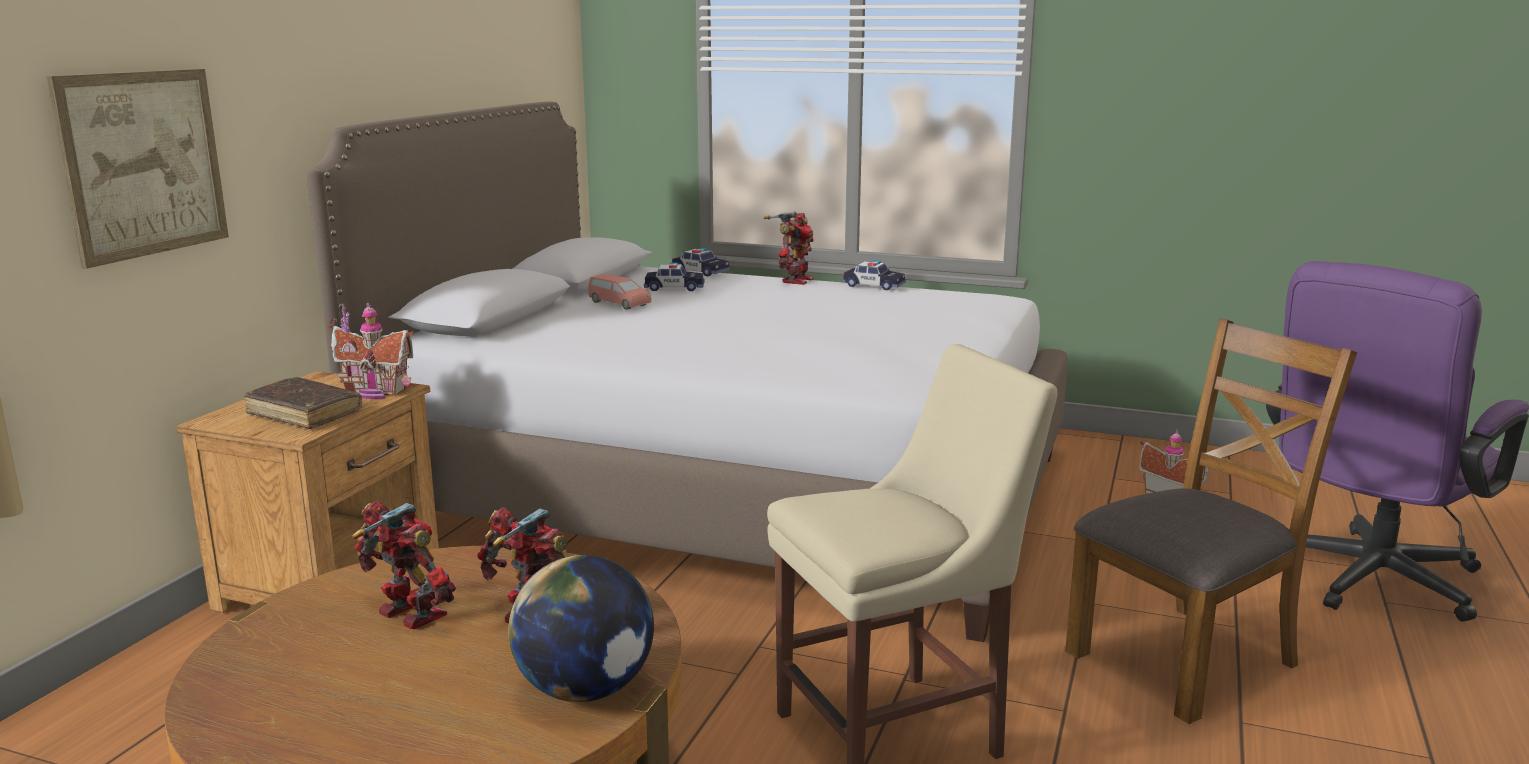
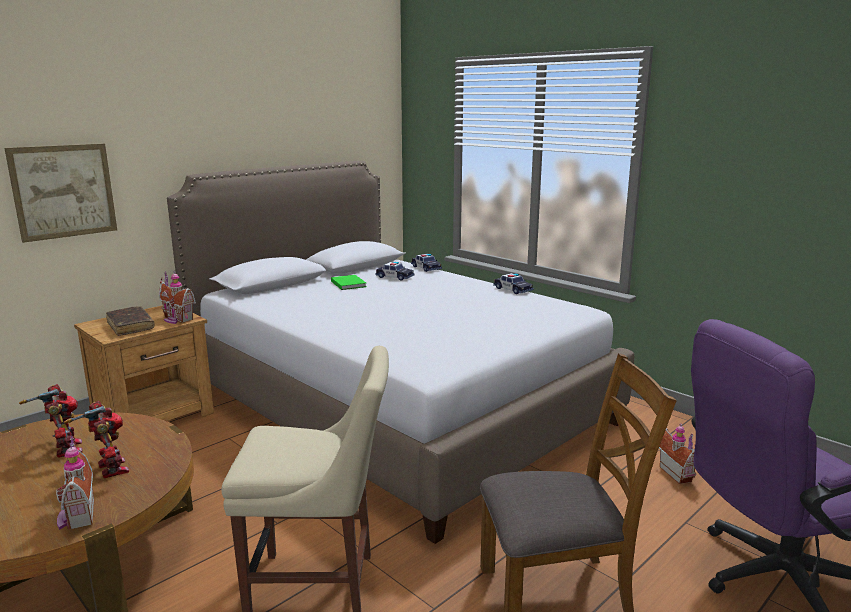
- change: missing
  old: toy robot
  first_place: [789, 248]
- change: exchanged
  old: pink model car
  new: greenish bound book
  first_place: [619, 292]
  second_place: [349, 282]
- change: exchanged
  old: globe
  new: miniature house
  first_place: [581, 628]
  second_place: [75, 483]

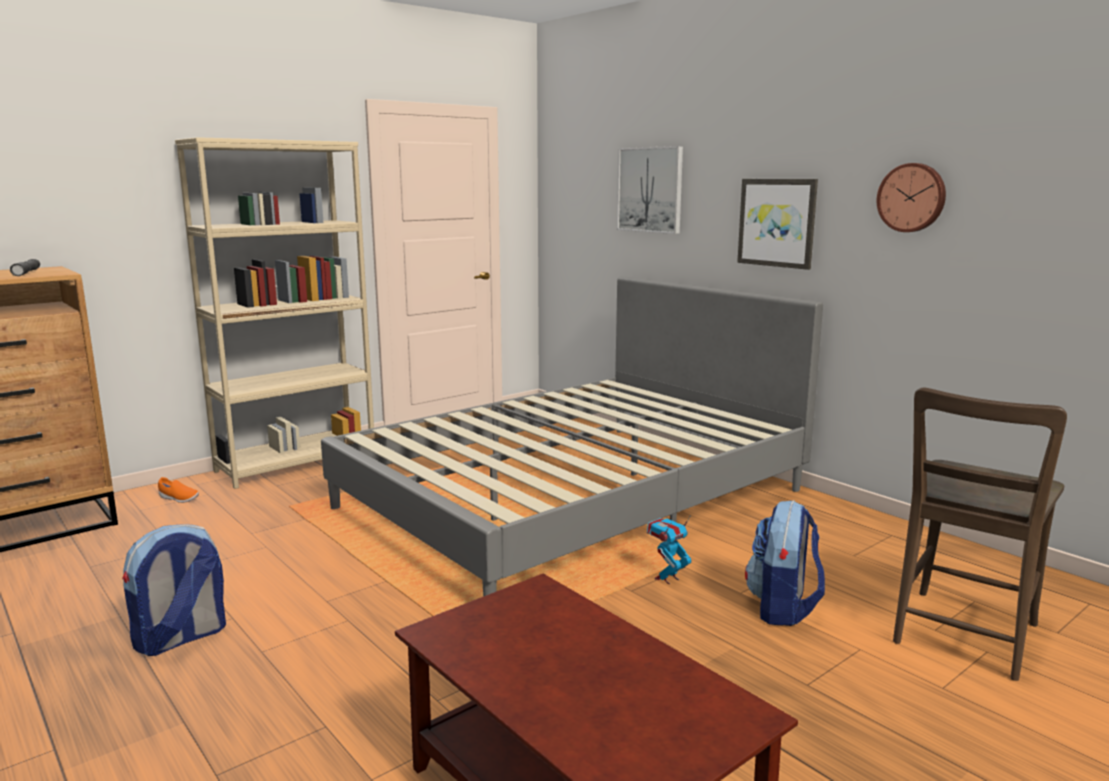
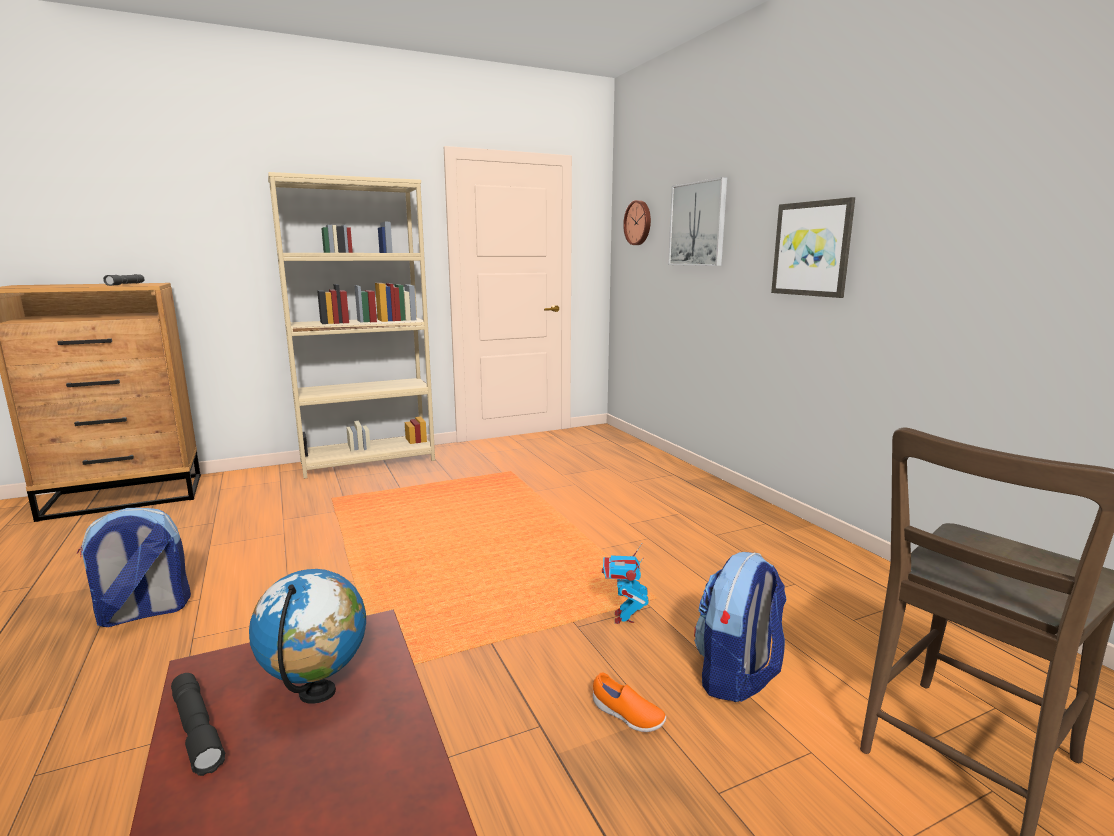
- change: relocated
  old: clock on the wall
  first_place: [911, 197]
  second_place: [637, 222]
- change: missing
  old: grey bedroom bed
  first_place: [572, 436]
- change: relocated
  old: orangey item of footwear
  first_place: [178, 490]
  second_place: [629, 702]
- change: spun
  old: toy robot
  first_place: [669, 549]
  second_place: [625, 583]
  degrees: -60
- change: appeared
  new: globe
  second_place: [307, 636]
- change: appeared
  new: black flashlight
  second_place: [198, 724]

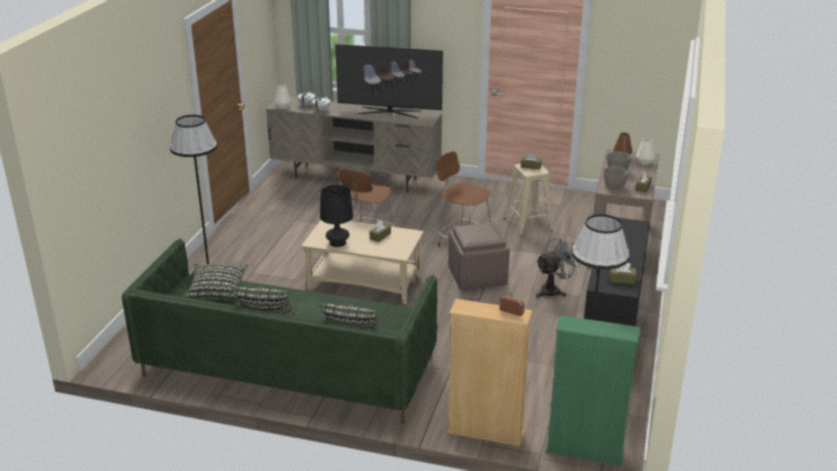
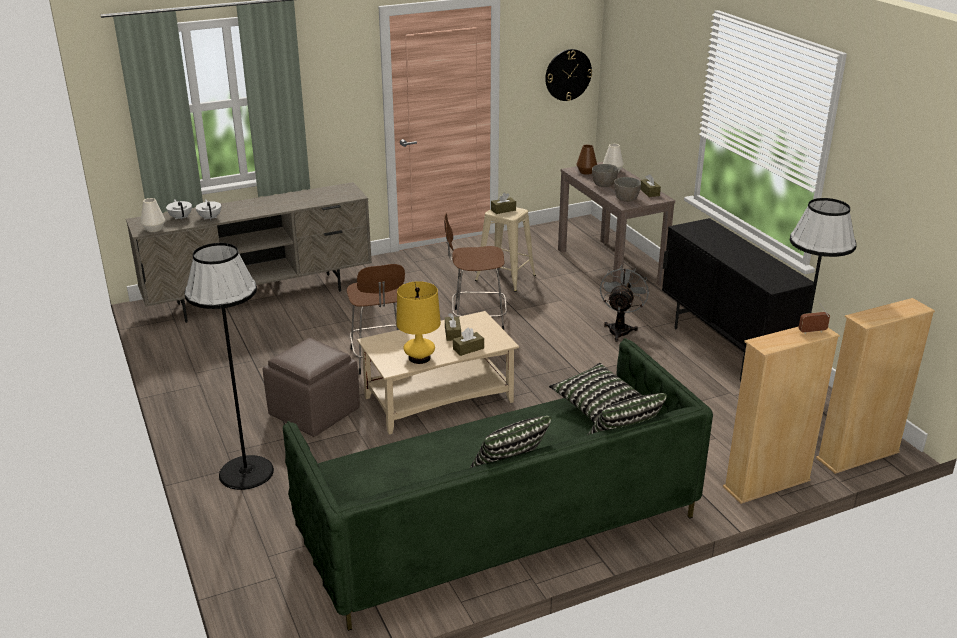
- change: missing
  old: TV
  first_place: [389, 81]
- change: colour
  old: black lamp for a table
  new: yellowish lamp for a table
  first_place: [336, 216]
  second_place: [418, 322]
- change: relocated
  old: brown-coloured ottoman
  first_place: [479, 256]
  second_place: [311, 387]
- change: relocated
  old: brown-coloured tissue holder
  first_place: [623, 273]
  second_place: [468, 341]
- change: relocated
  old: pillow
  first_place: [216, 282]
  second_place: [596, 393]
- change: colour
  old: greenish bookcase
  new: beige bookcase
  first_place: [593, 390]
  second_place: [875, 386]
- change: appeared
  new: clock on the wall
  second_place: [568, 75]

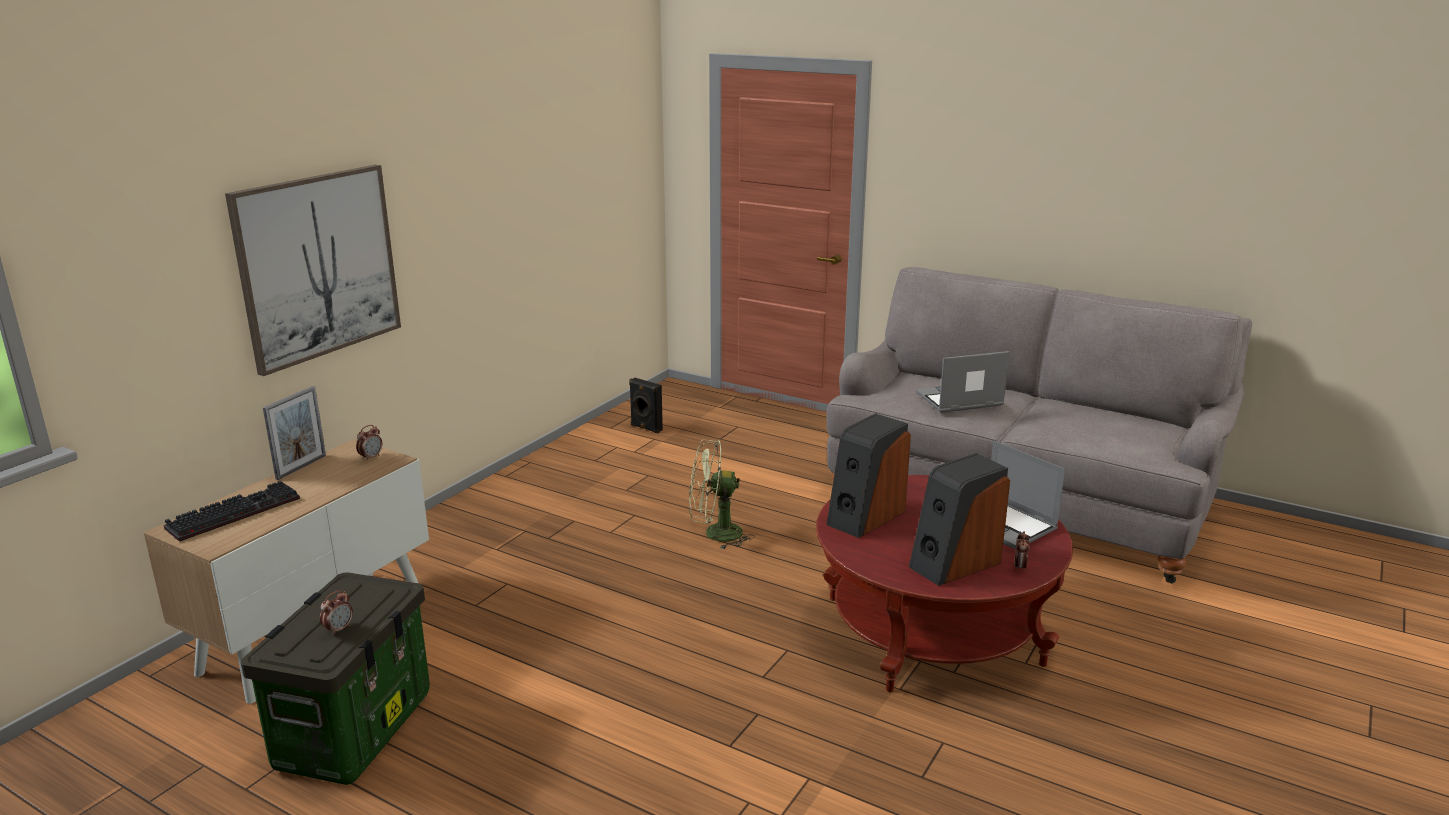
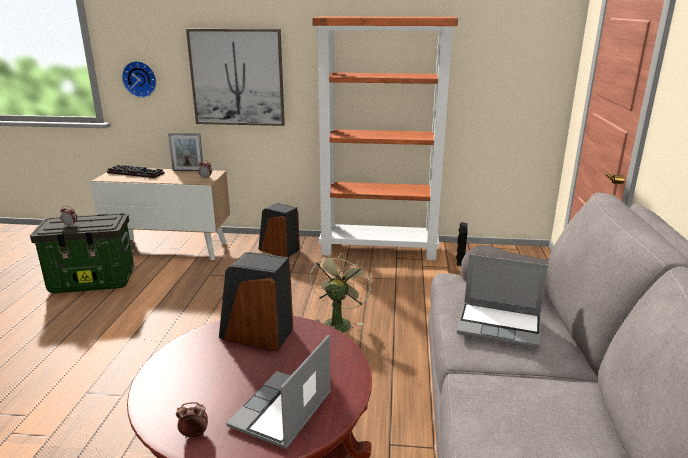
- change: spun
  old: laptop
  first_place: [962, 382]
  second_place: [502, 301]
  degrees: 150
- change: spun
  old: greenish fan
  first_place: [722, 494]
  second_place: [340, 292]
  degrees: 45
- change: relocated
  old: audio speaker
  first_place: [959, 519]
  second_place: [279, 230]
- change: appeared
  new: orangey bookcase
  second_place: [385, 138]
- change: appeared
  new: clock on the wall
  second_place: [139, 79]

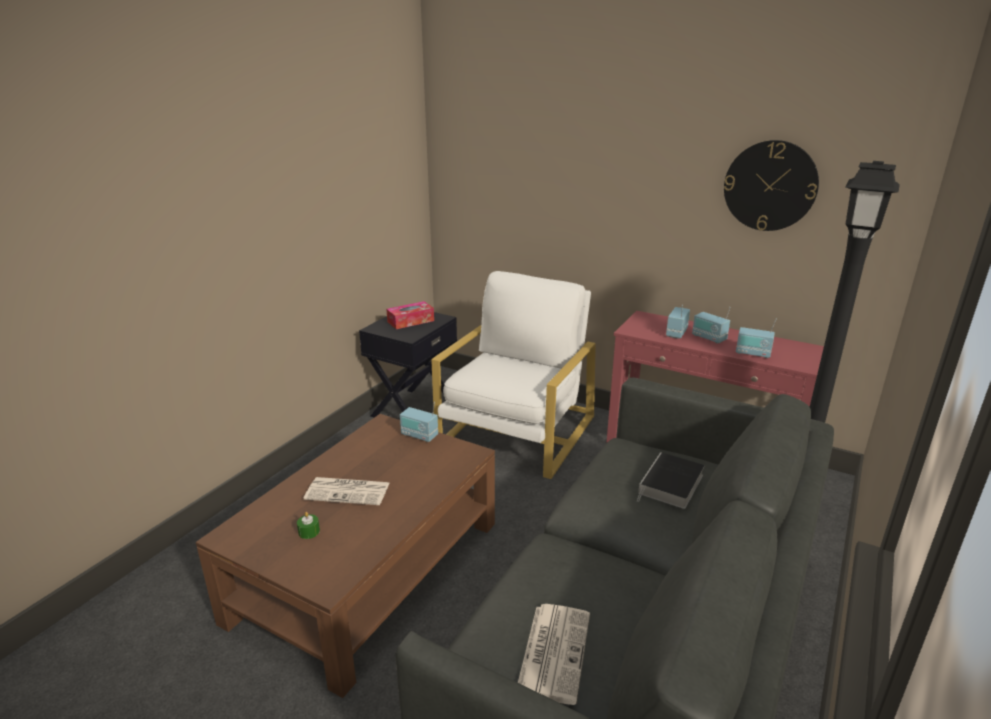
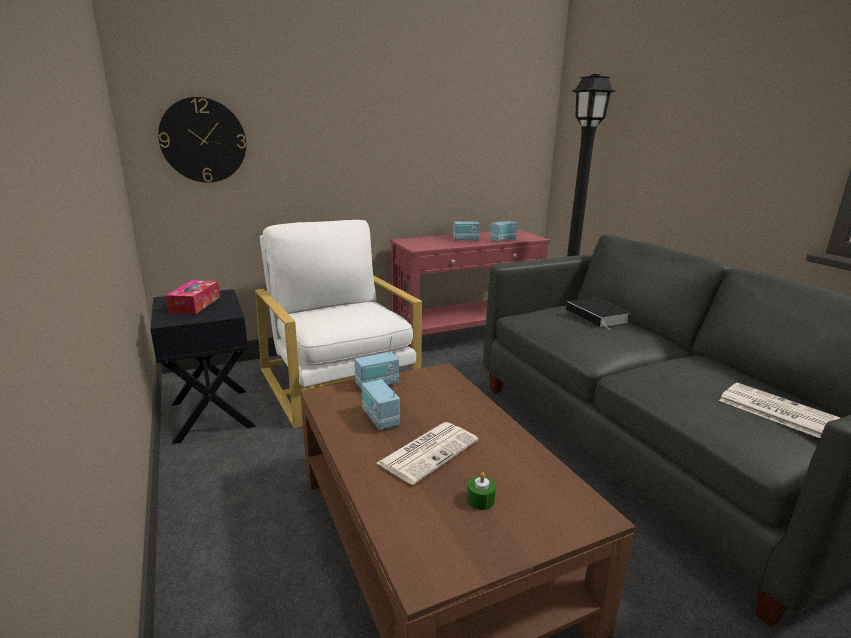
- change: relocated
  old: clock on the wall
  first_place: [771, 185]
  second_place: [202, 139]
- change: relocated
  old: radio receiver
  first_place: [678, 322]
  second_place: [381, 404]

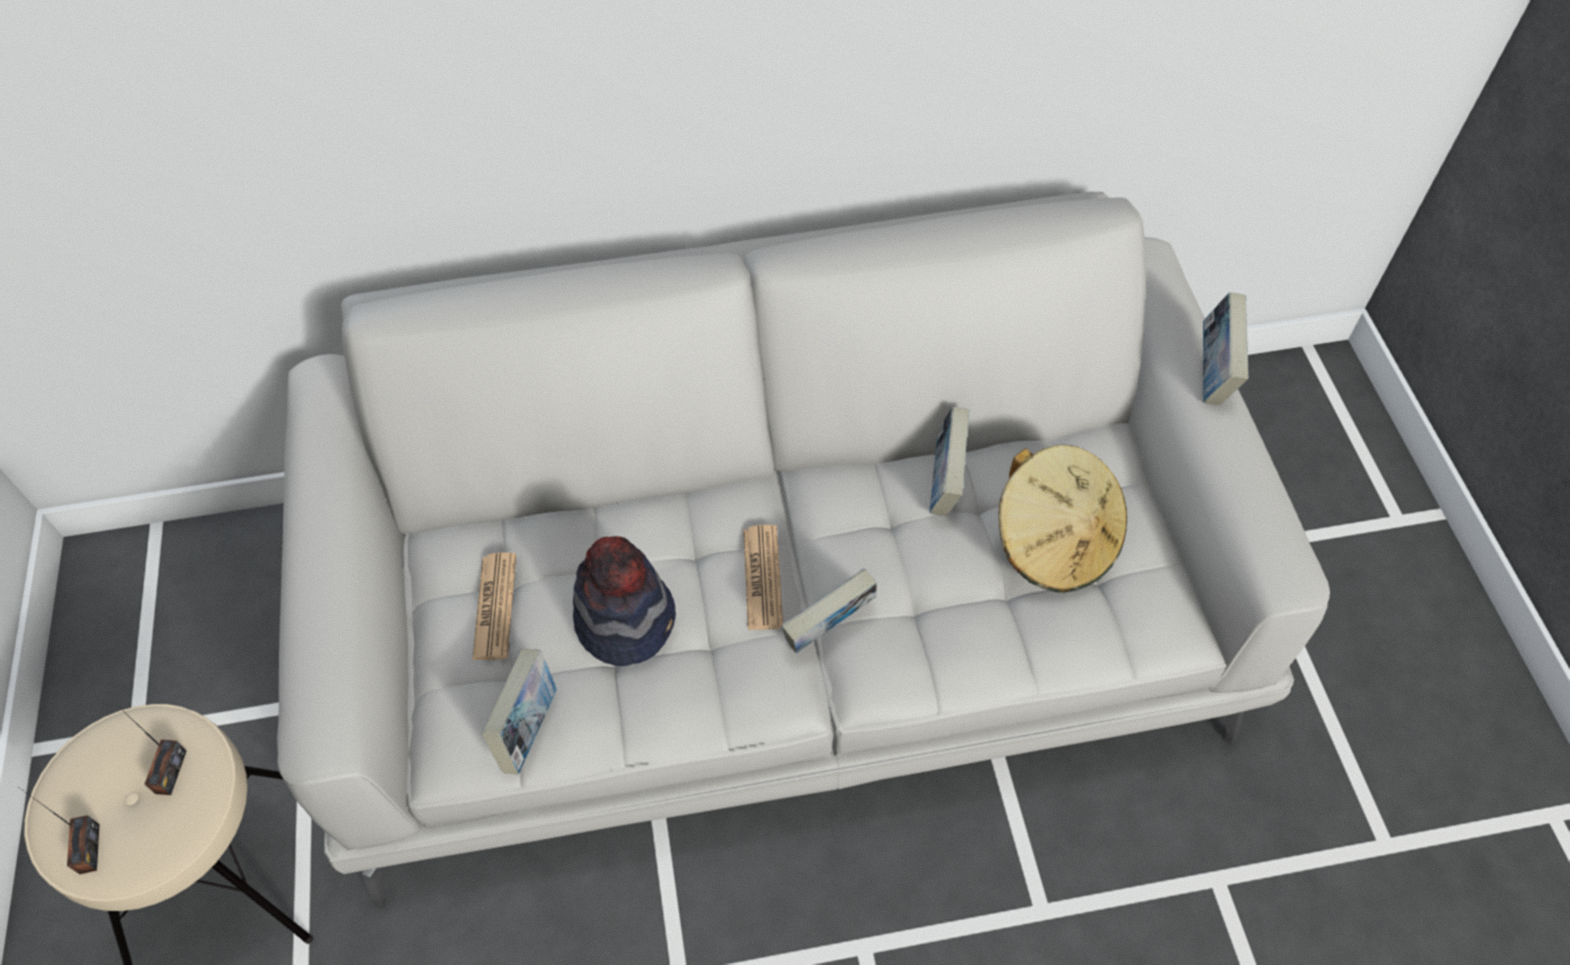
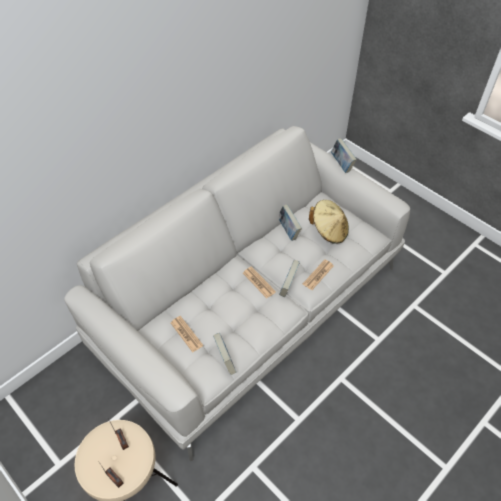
- change: missing
  old: wearable hat
  first_place: [624, 601]
- change: appeared
  new: newspaper
  second_place: [318, 274]

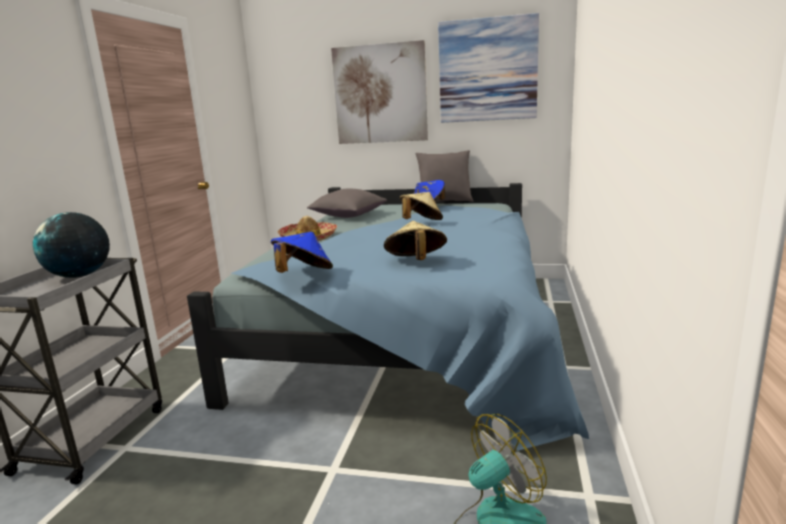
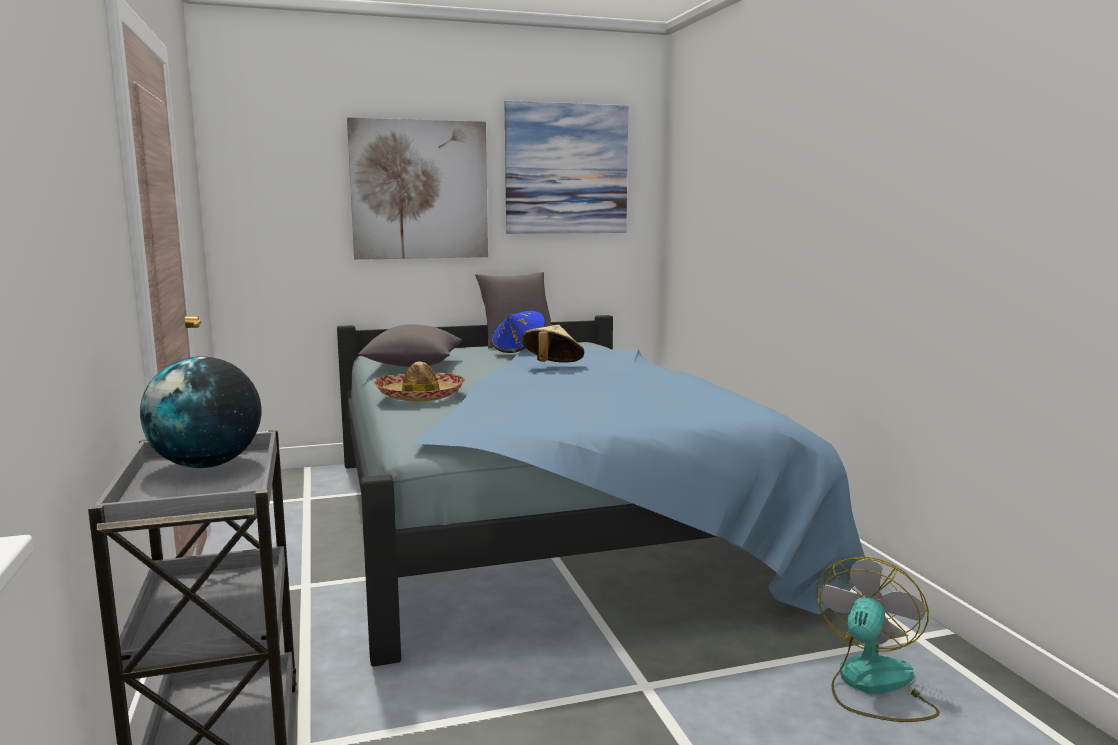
- change: missing
  old: beige wearable hat
  first_place: [415, 240]
- change: missing
  old: blue wearable hat
  first_place: [302, 252]

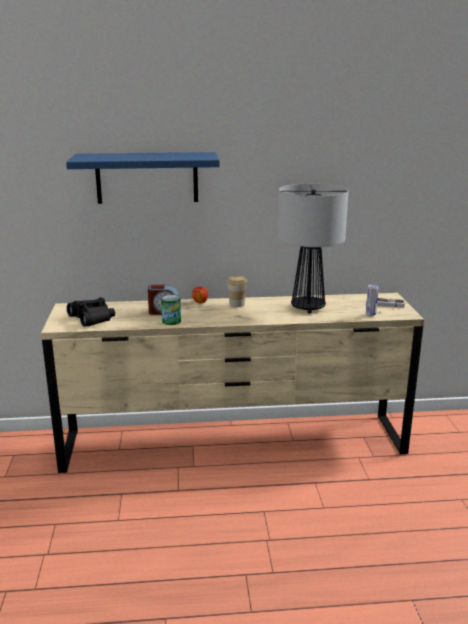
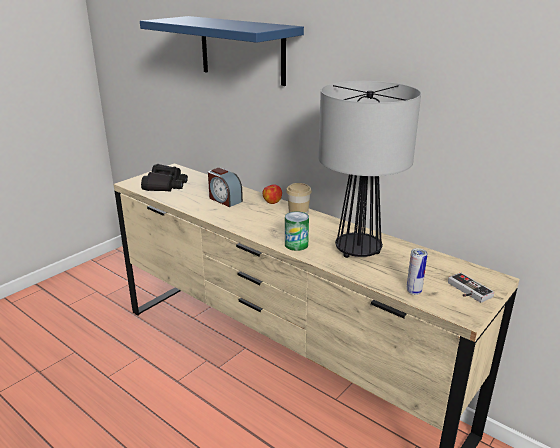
- change: relocated
  old: can
  first_place: [171, 310]
  second_place: [297, 231]

